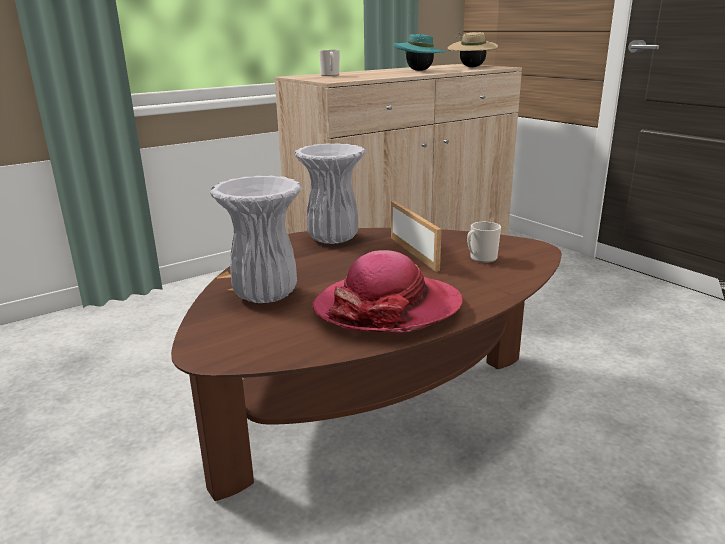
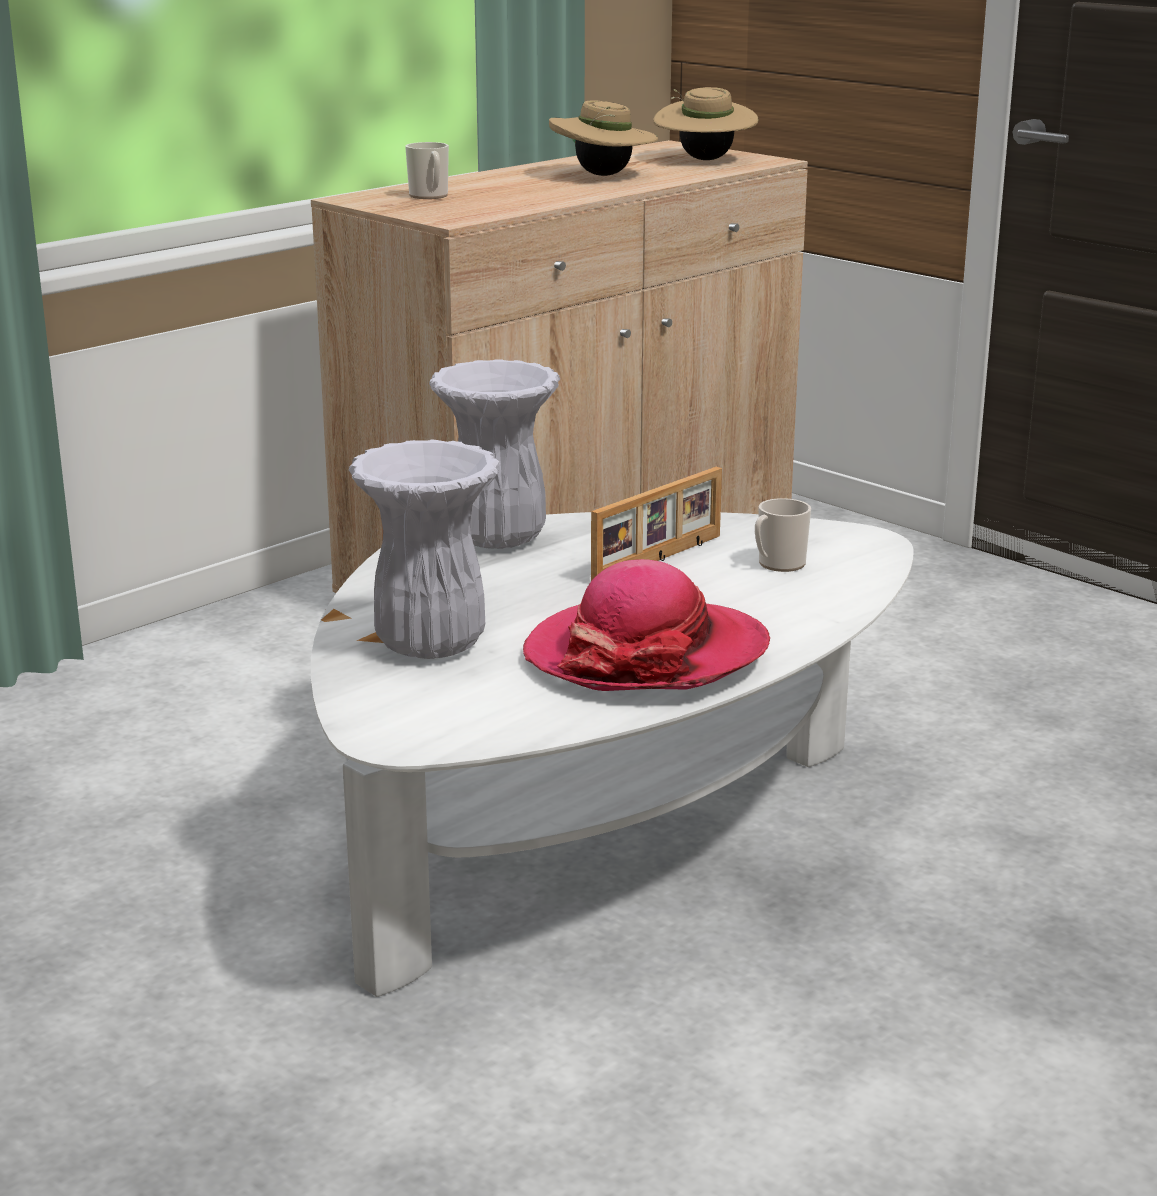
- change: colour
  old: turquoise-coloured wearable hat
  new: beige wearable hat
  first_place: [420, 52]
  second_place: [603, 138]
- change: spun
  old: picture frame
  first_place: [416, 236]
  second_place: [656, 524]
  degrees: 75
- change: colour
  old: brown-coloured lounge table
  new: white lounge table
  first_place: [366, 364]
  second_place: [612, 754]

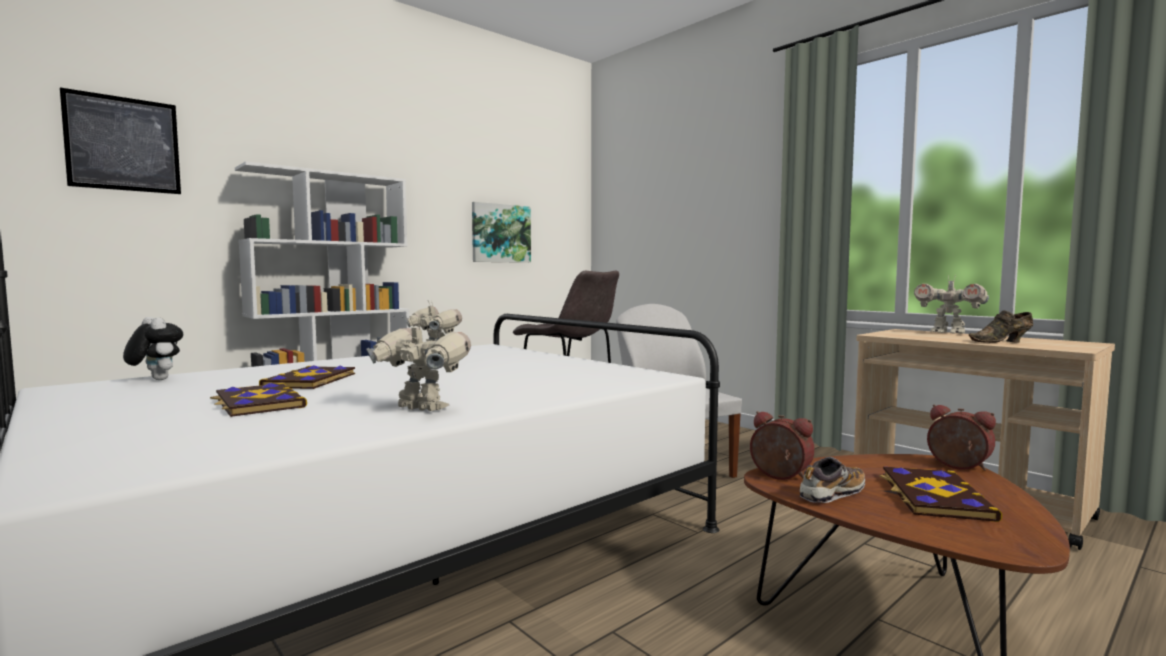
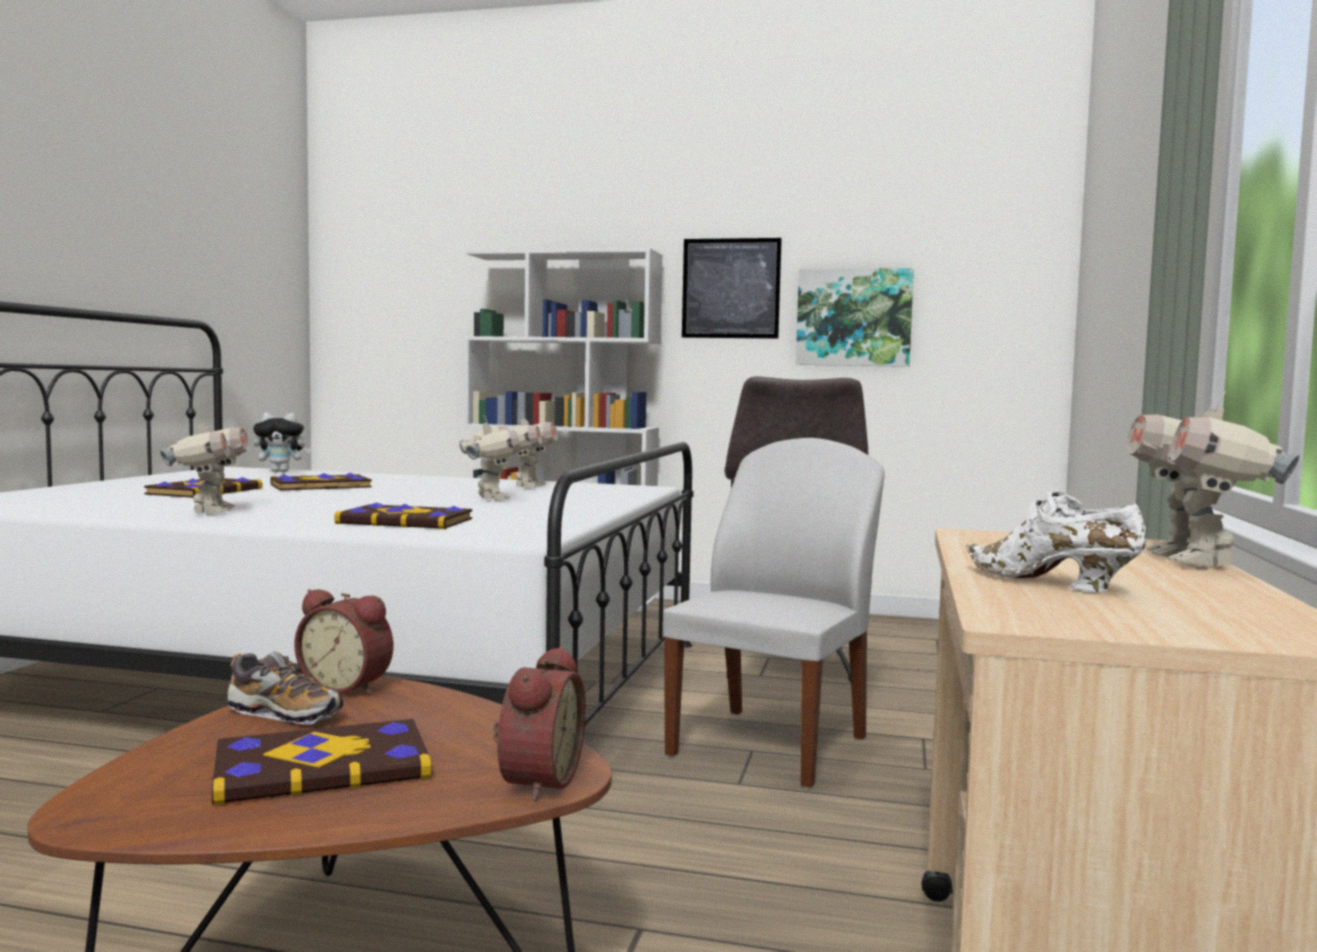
- change: relocated
  old: wall picture
  first_place: [120, 141]
  second_place: [732, 288]
- change: colour
  old: brown-coloured item of footwear
  new: white item of footwear
  first_place: [1001, 326]
  second_place: [1056, 541]
- change: spun
  old: cuddly toy
  first_place: [153, 348]
  second_place: [282, 442]
  degrees: 75
- change: spun
  old: bedside clock
  first_place: [782, 445]
  second_place: [343, 642]
  degrees: 105
- change: appeared
  new: toy robot
  second_place: [489, 457]
- change: appeared
  new: bound book
  second_place: [403, 515]

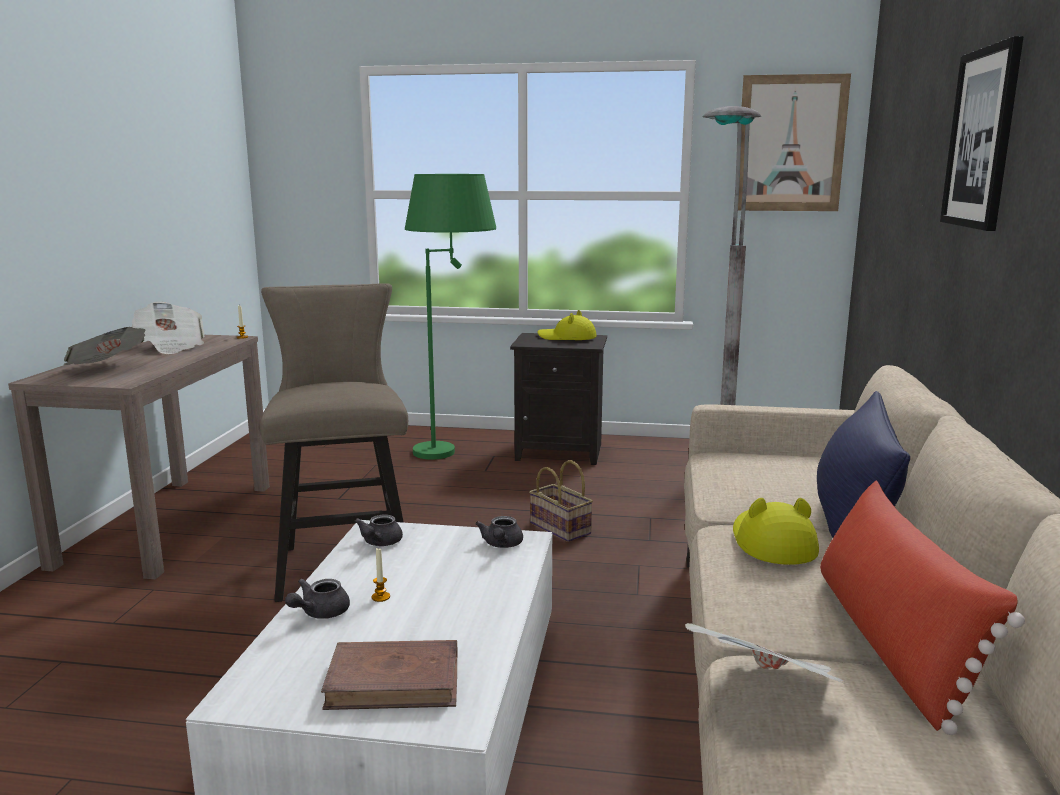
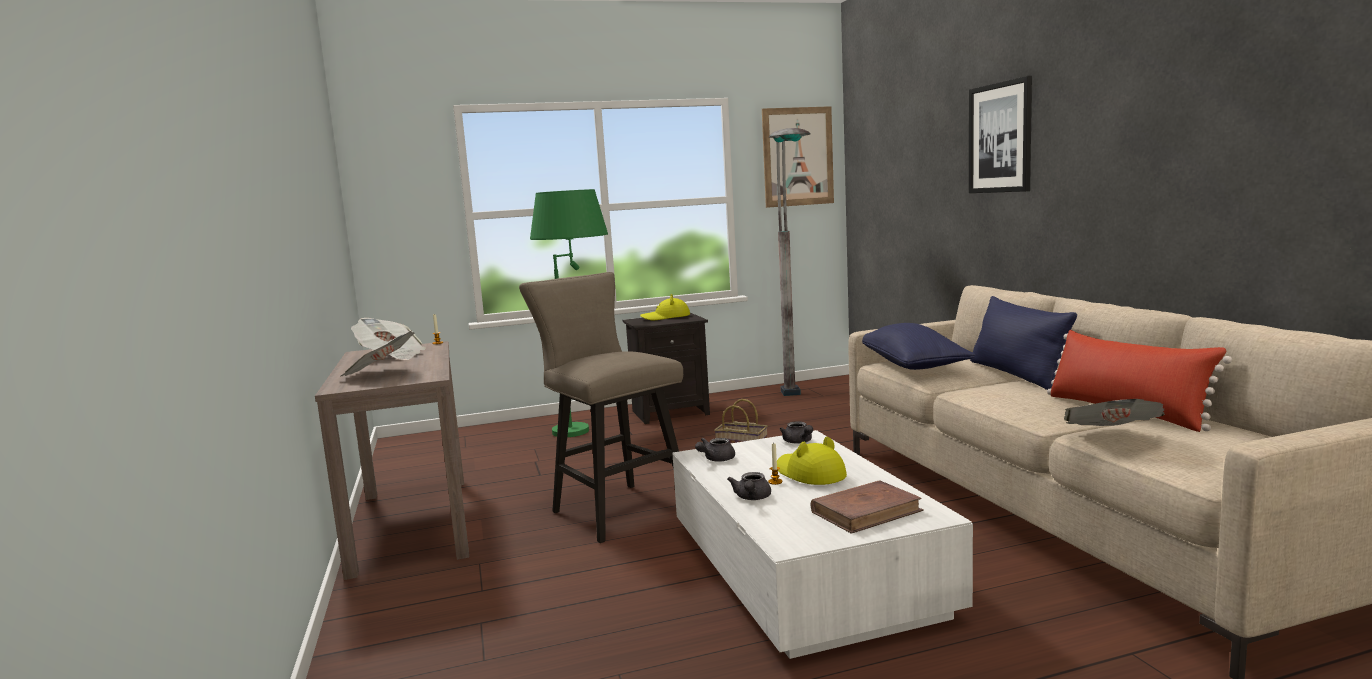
- change: relocated
  old: yellowish wearable hat
  first_place: [776, 531]
  second_place: [812, 461]
- change: spun
  old: grey teapot
  first_place: [379, 530]
  second_place: [715, 450]
  degrees: 60
- change: appeared
  new: blue pillow
  second_place: [919, 346]

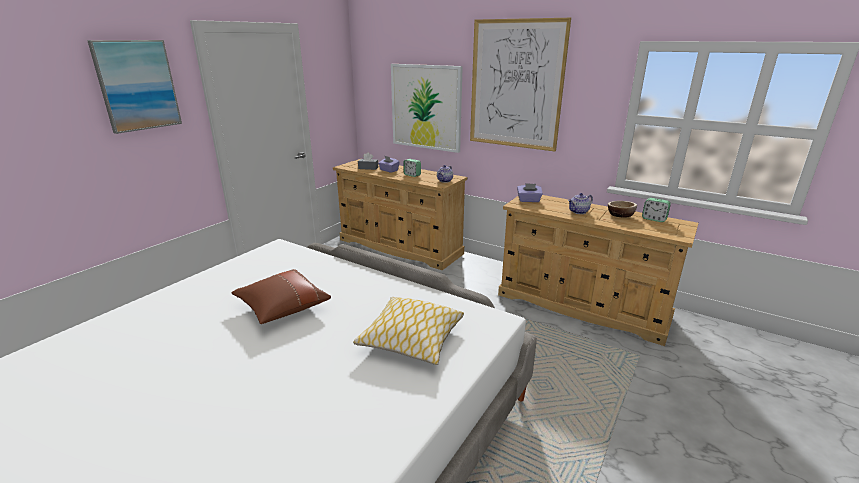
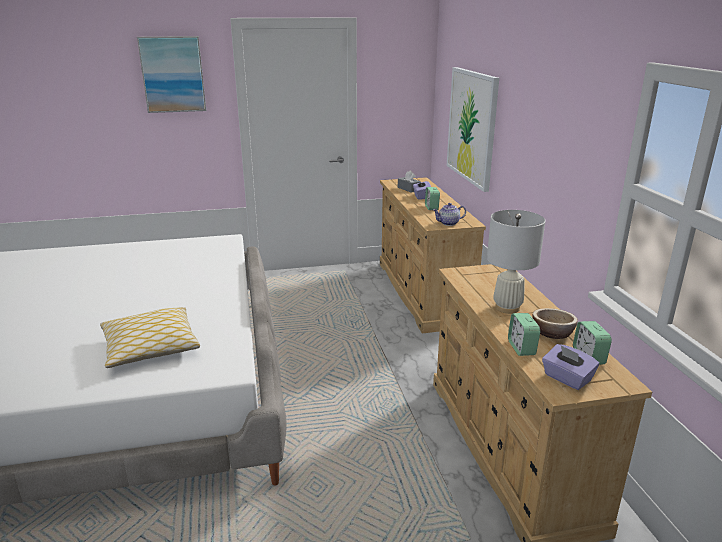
- change: missing
  old: wall picture
  first_place: [520, 85]
- change: relocated
  old: purple-coloured tissue holder
  first_place: [530, 192]
  second_place: [570, 367]
- change: exchanged
  old: teapot
  new: white lamp for a table
  first_place: [580, 203]
  second_place: [516, 262]
- change: missing
  old: brown-coloured pillow
  first_place: [281, 296]
- change: appeared
  new: bedside clock
  second_place: [524, 334]

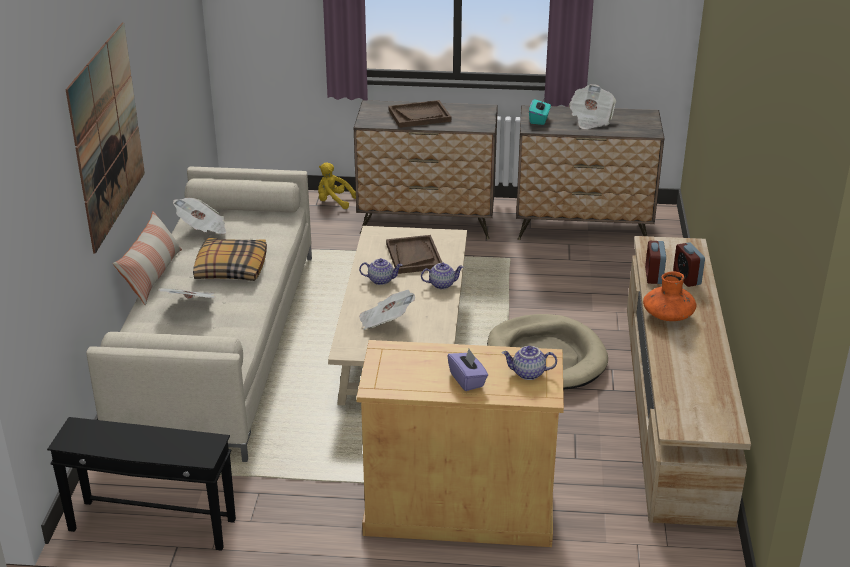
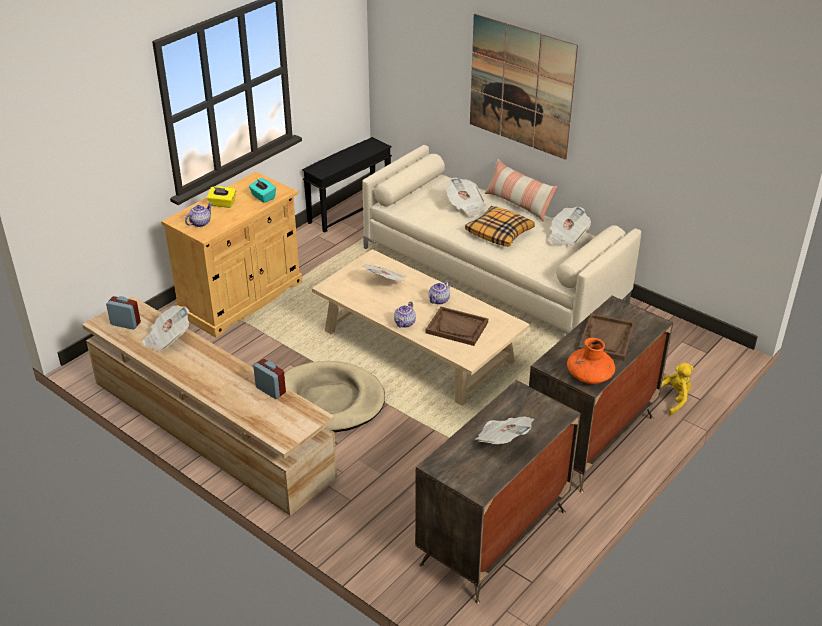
- change: relocated
  old: turquoise-coloured tissue holder
  first_place: [540, 112]
  second_place: [262, 190]
- change: relocated
  old: bedside clock
  first_place: [689, 264]
  second_place: [123, 312]
- change: relocated
  old: orangey decorative vase
  first_place: [669, 296]
  second_place: [591, 361]
- change: colour
  old: purple-coloured tissue holder
  new: yellowish tissue holder
  first_place: [467, 370]
  second_place: [221, 197]
- change: appeared
  new: newspaper
  second_place: [166, 329]

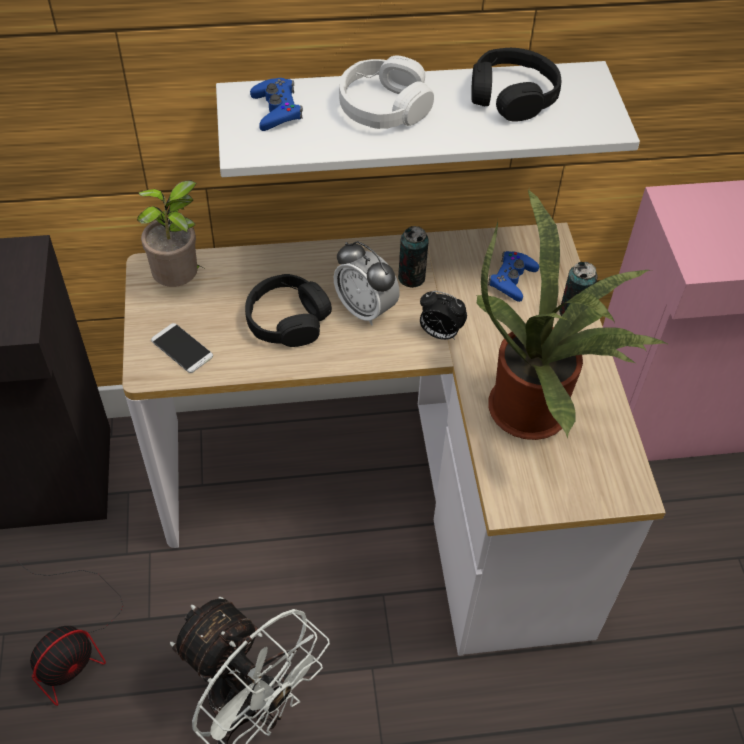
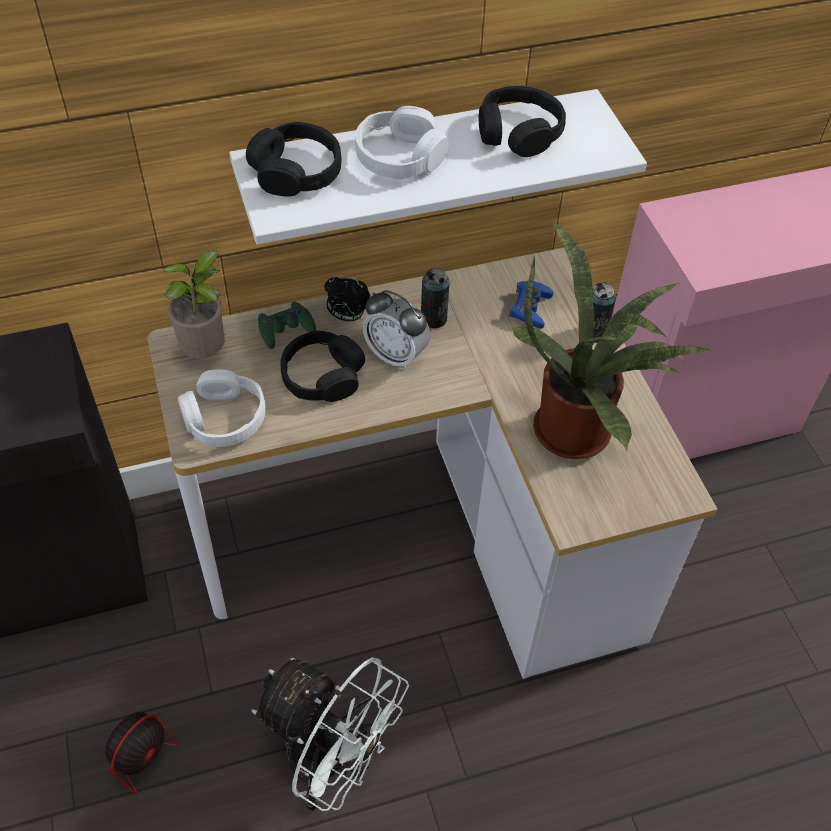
- change: exchanged
  old: blue game controller
  new: black pair of headphones
  first_place: [276, 104]
  second_place: [293, 159]
- change: relocated
  old: bedside clock
  first_place: [443, 315]
  second_place: [347, 298]
- change: exchanged
  old: phone
  new: white pair of headphones
  first_place: [182, 348]
  second_place: [222, 408]
- change: appeared
  new: greenish game controller
  second_place: [287, 325]

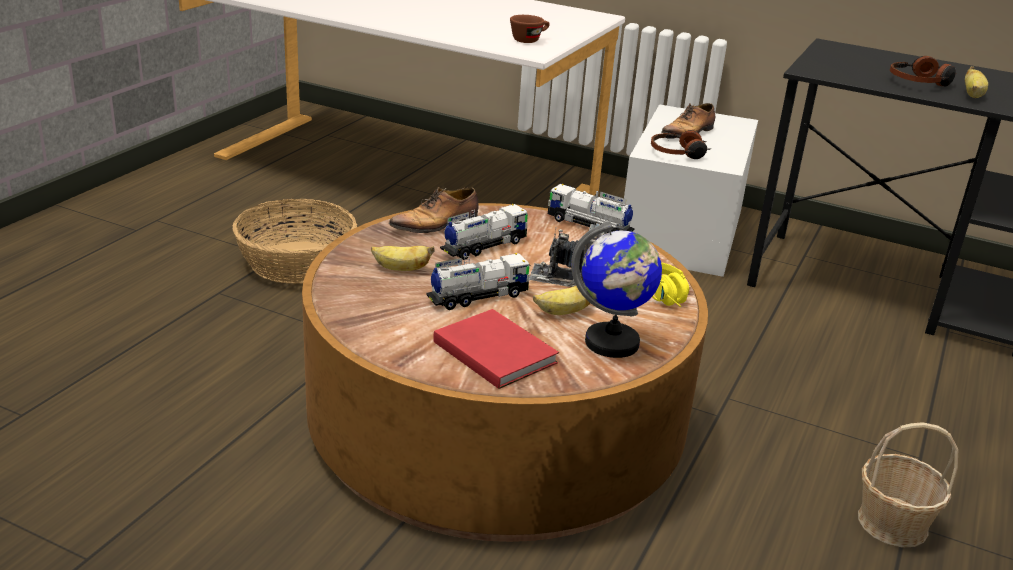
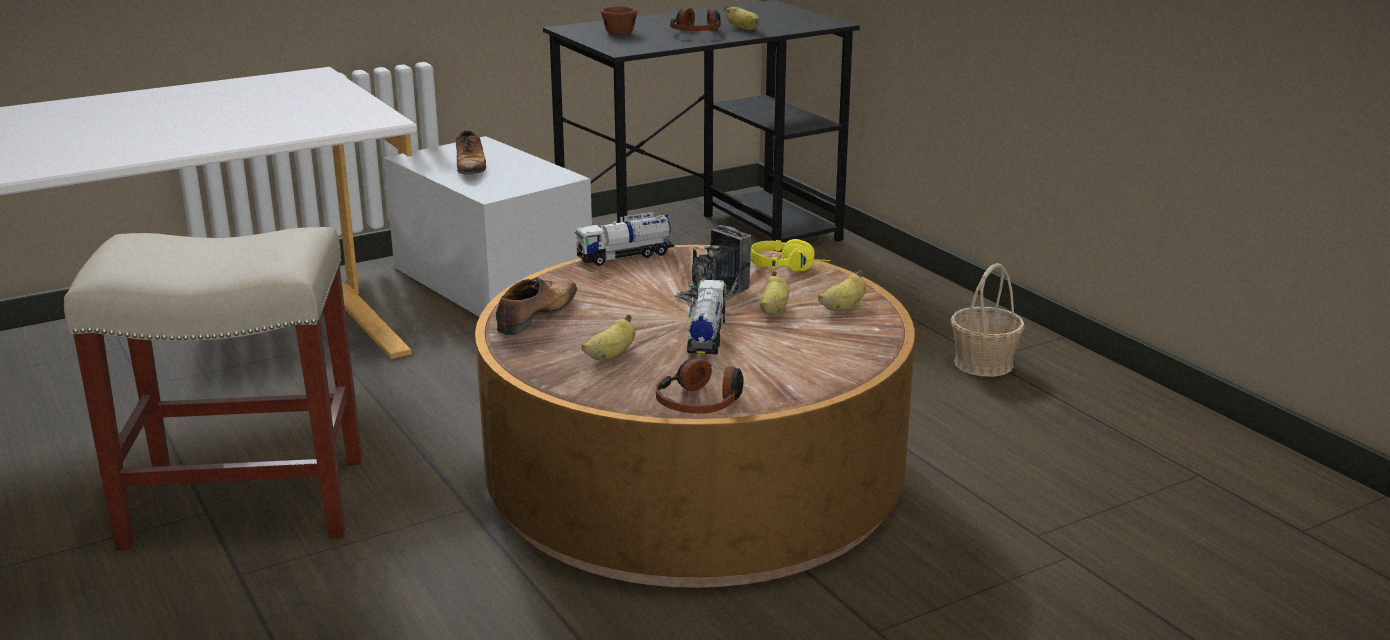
- change: relocated
  old: brown-coloured cup
  first_place: [529, 29]
  second_place: [619, 20]
- change: relocated
  old: pair of headphones
  first_place: [680, 144]
  second_place: [700, 385]
- change: spun
  old: item of footwear
  first_place: [433, 210]
  second_place: [536, 306]
  degrees: -150
- change: exchanged
  old: household basket
  new: beige sitting stool
  first_place: [294, 241]
  second_place: [213, 388]
- change: missing
  old: toy truck
  first_place: [484, 232]
- change: exchanged
  old: globe
  new: whole banana
  first_place: [616, 289]
  second_place: [842, 290]
- change: missing
  old: red bound book
  first_place: [496, 349]

